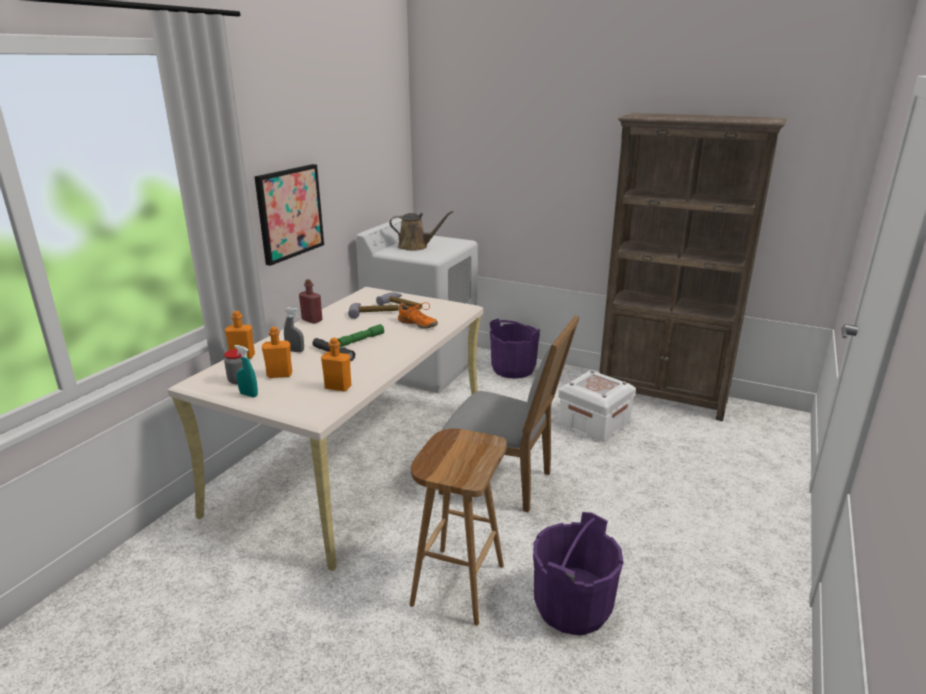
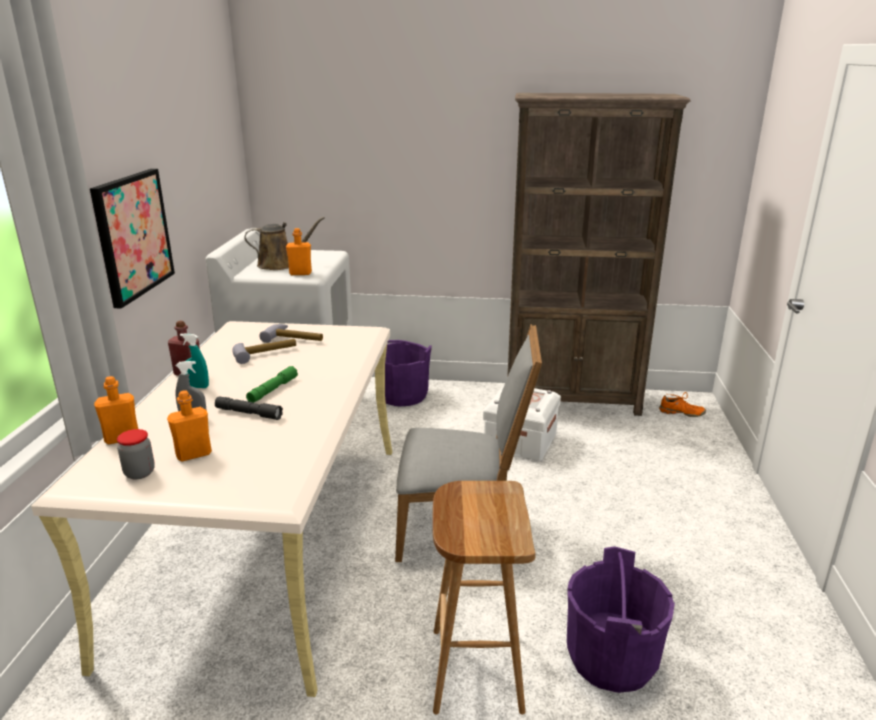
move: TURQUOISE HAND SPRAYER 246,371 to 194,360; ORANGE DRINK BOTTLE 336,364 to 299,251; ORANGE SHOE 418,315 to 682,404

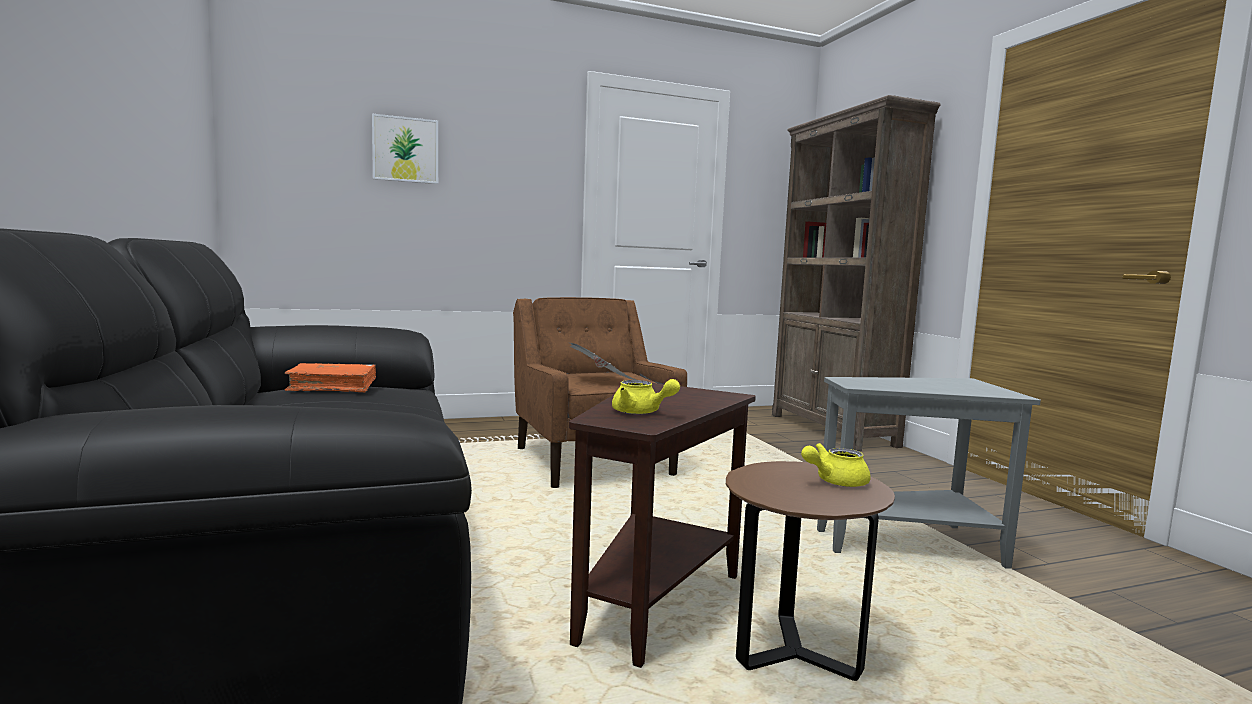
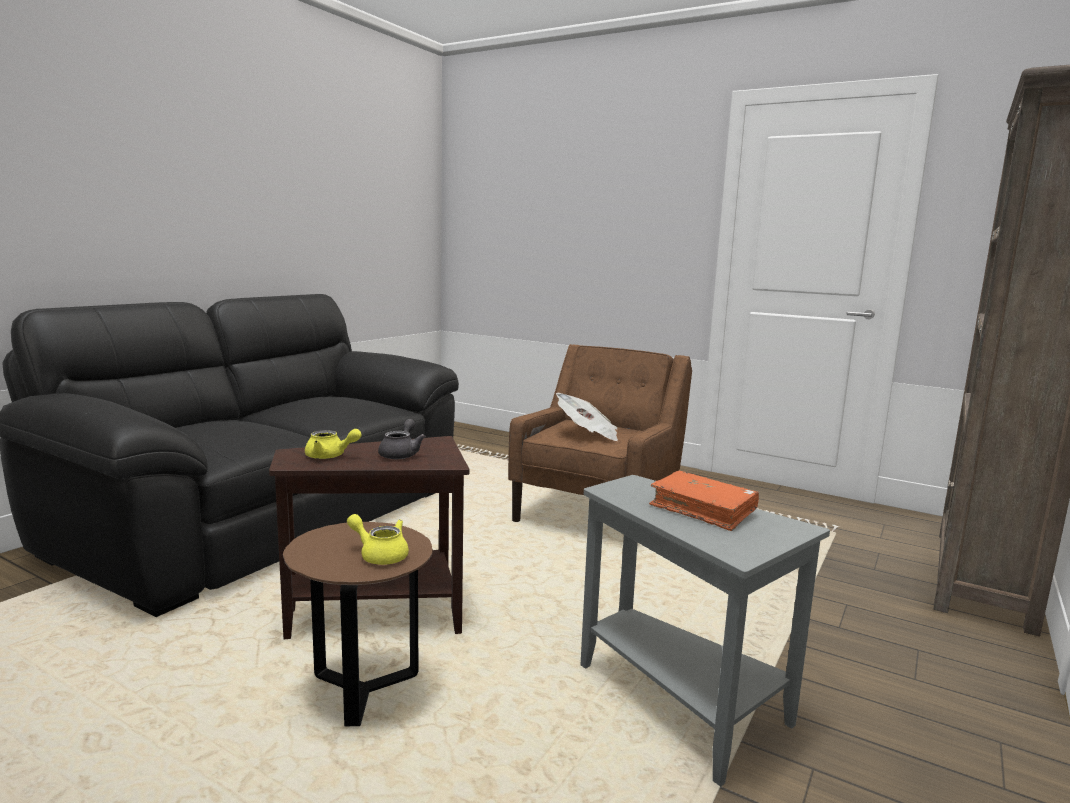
delete: WALL ART 405,149
insert: GREYISH TEA POT 402,439
move: ORANGE BOUND BOOK 330,377 to 704,501
rotate: YELLOWISH TEA POT 646,396 = 333,444 75 degrees counterclockwise

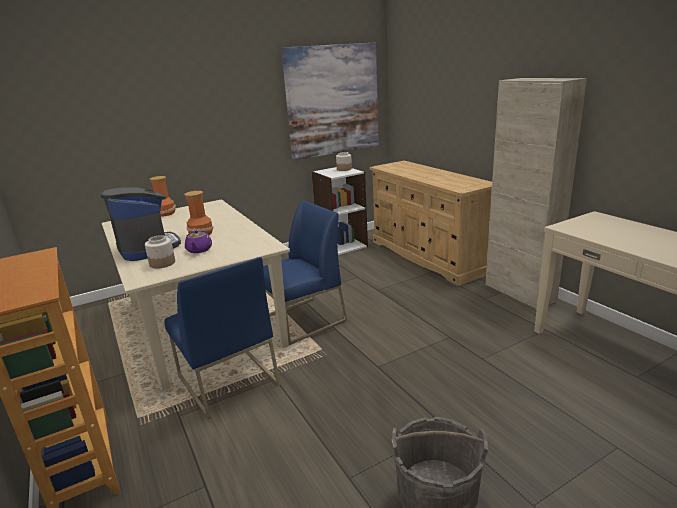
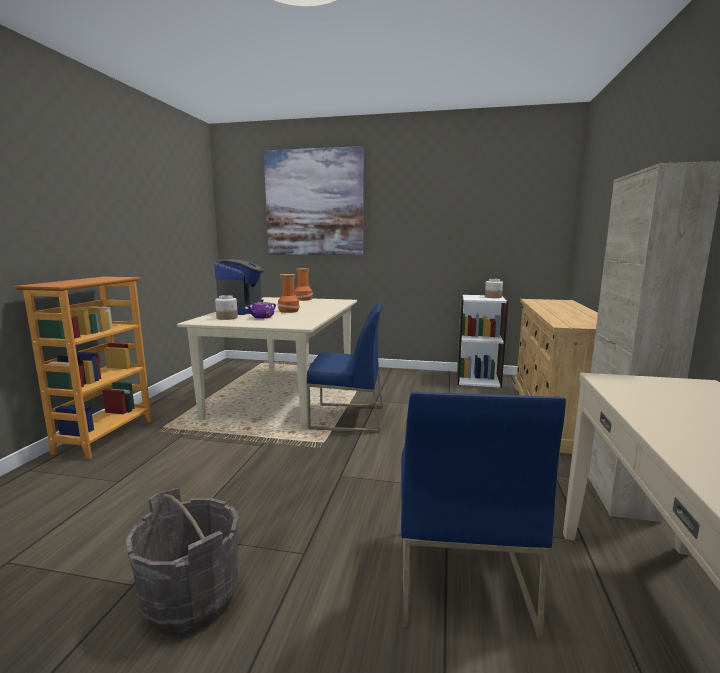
move: BLUE CHAIR 222,338 to 483,515; WALL ART 330,101 to 313,200

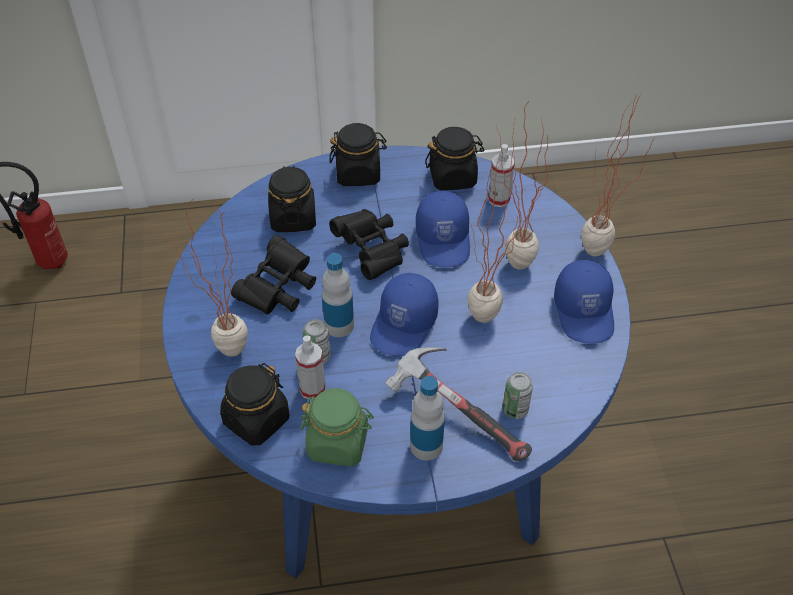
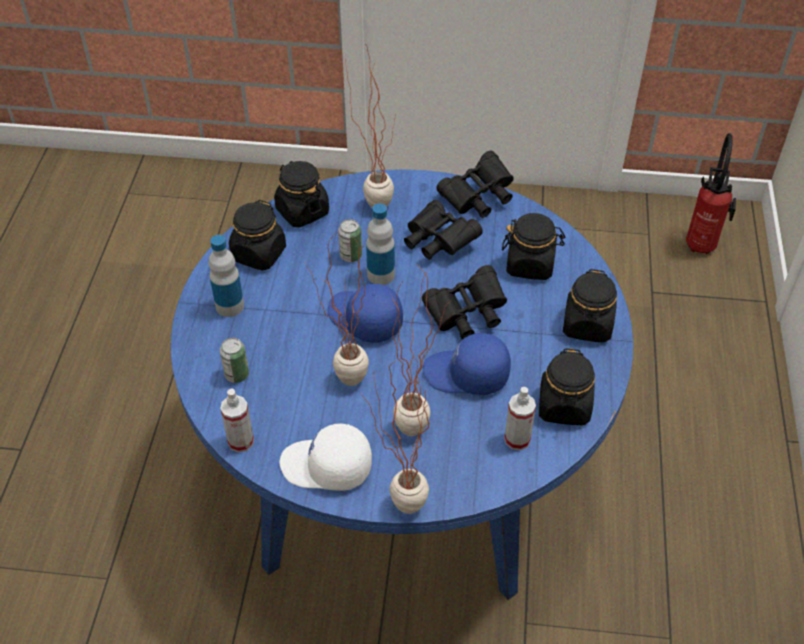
delete: HAND HAMMER 458,404
insert: BLACK PAIR OF BINOCULARS 475,184
move: HAND SPRAYER 310,367 to 237,421
recolor: GREENISH PRESERVE JAR 337,427 to BLACK PRESERVE JAR 257,235; BLUE BASEBALL CAP 584,302 to WHITE-COLOURED BASEBALL CAP 326,457

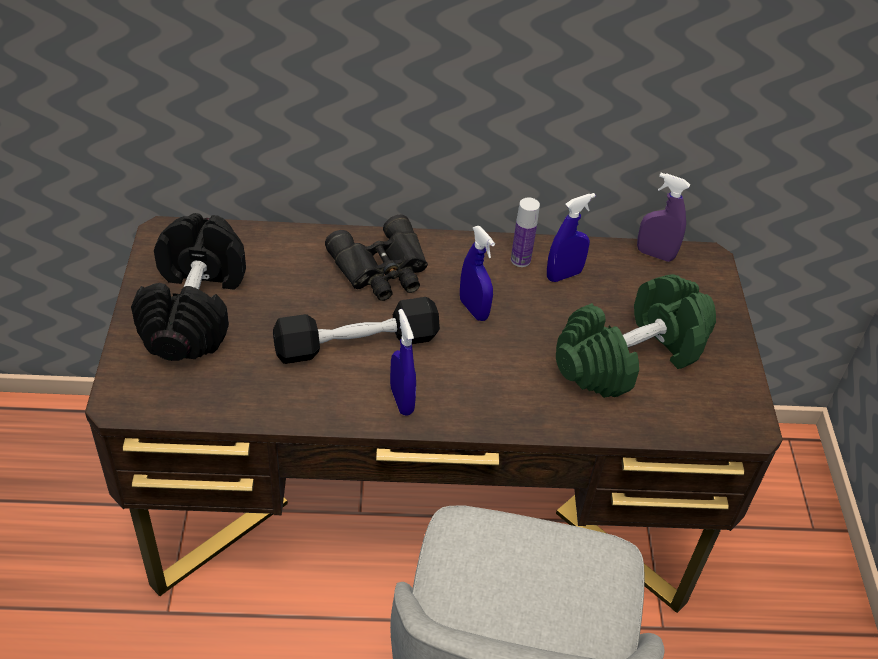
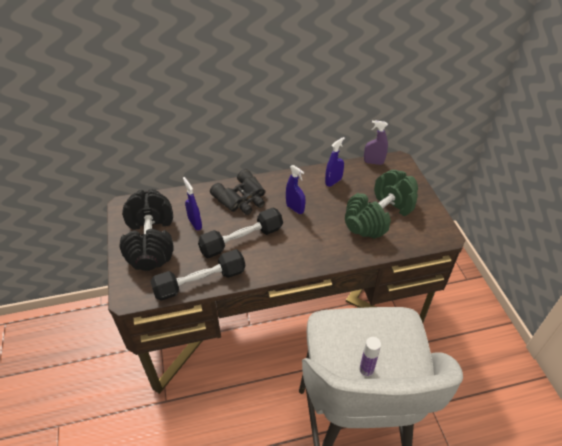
insert: BLACK HAND WEIGHT 198,274
move: BLUE HAND SPRAYER 403,362 to 192,204; DRINK BOTTLE 525,232 to 370,356

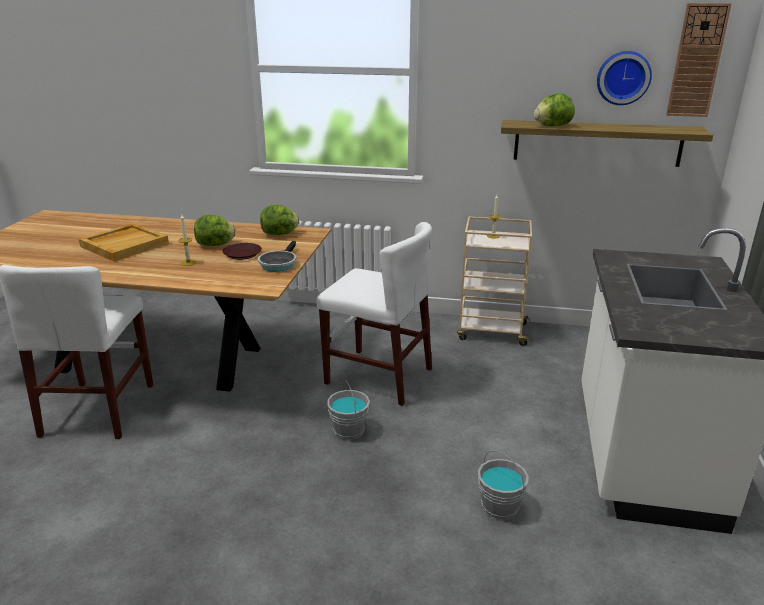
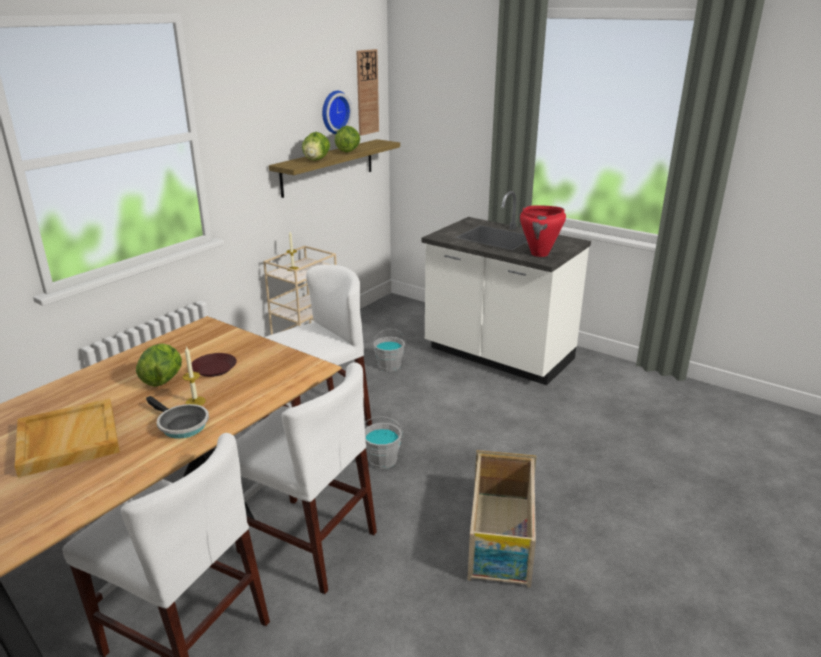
insert: WHITE-COLOURED CHAIR 306,478; PACKING CRATE 501,519; RED-COLOURED STOCKPOT 543,231
move: FRYING PAN 277,256 to 177,417; LETTUCE HEAD 280,220 to 347,139; GREYISH BUCKET 503,485 to 389,350

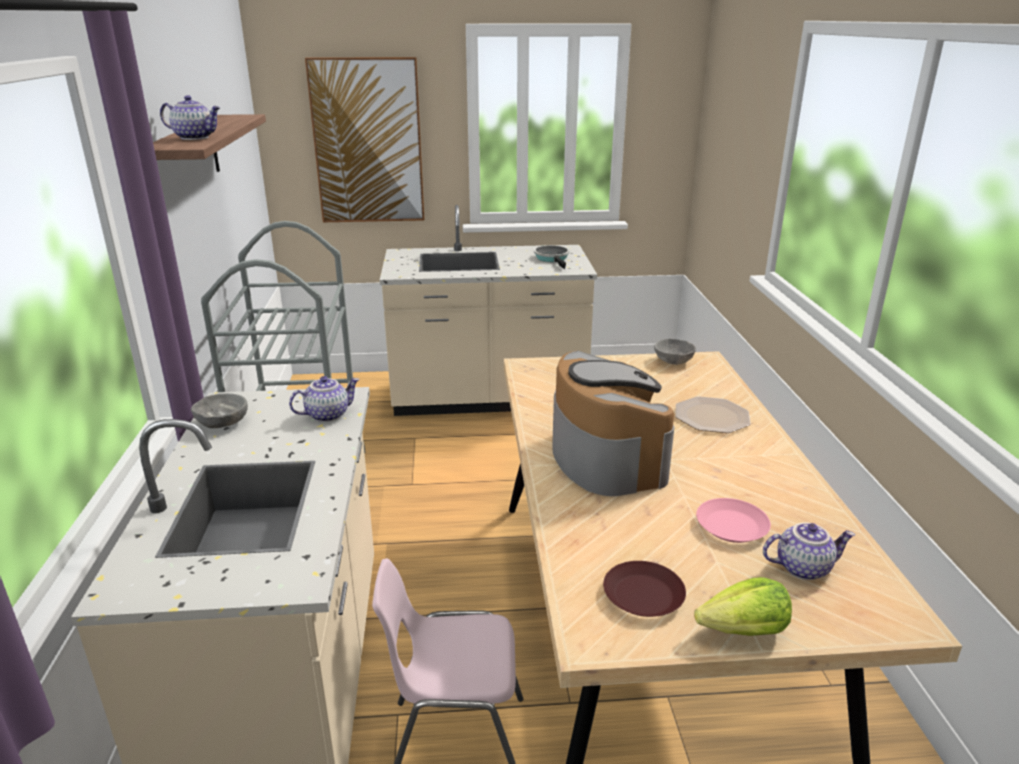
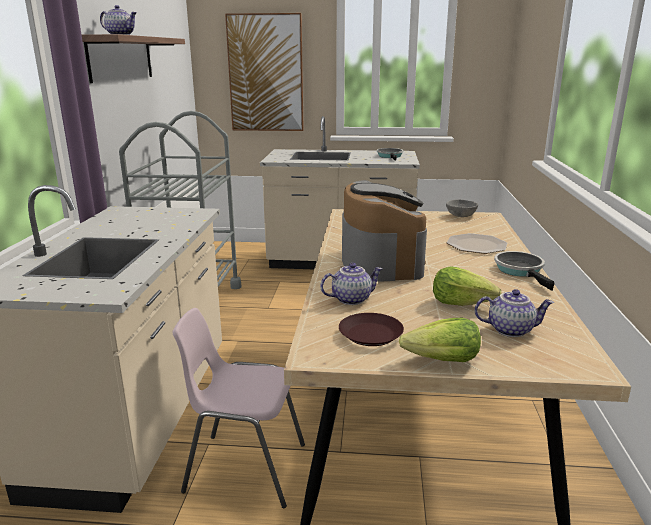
delete: GREYISH BOWL 219,410
insert: FRYING PAN 524,271
move: TEA POT 324,399 to 351,284
replace: PINK DINNER PLATE 733,520 to LETTUCE HEAD 467,286

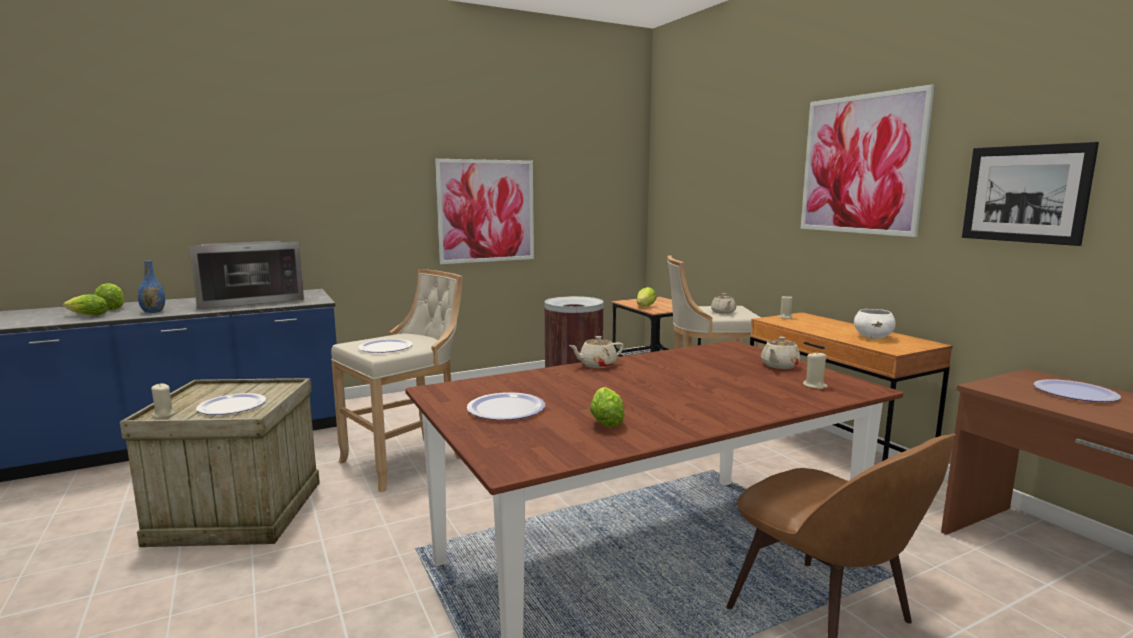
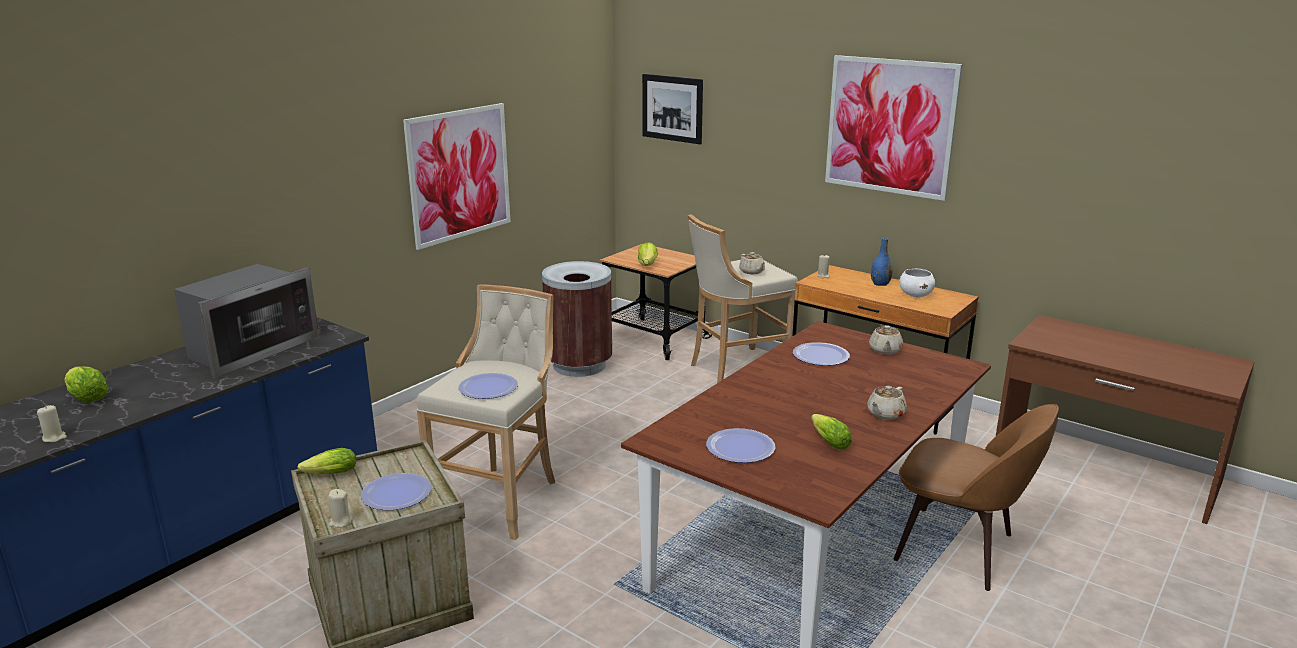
move: LETTUCE HEAD 85,304 to 326,461; BLUE DECORATIVE VASE 151,286 to 882,262; SAND-COLOURED TEA POT 596,352 to 887,403; SAND-COLOURED CANDLE 815,370 to 52,423; WALL ART 1030,194 to 672,109; DINNER PLATE 1077,390 to 821,354

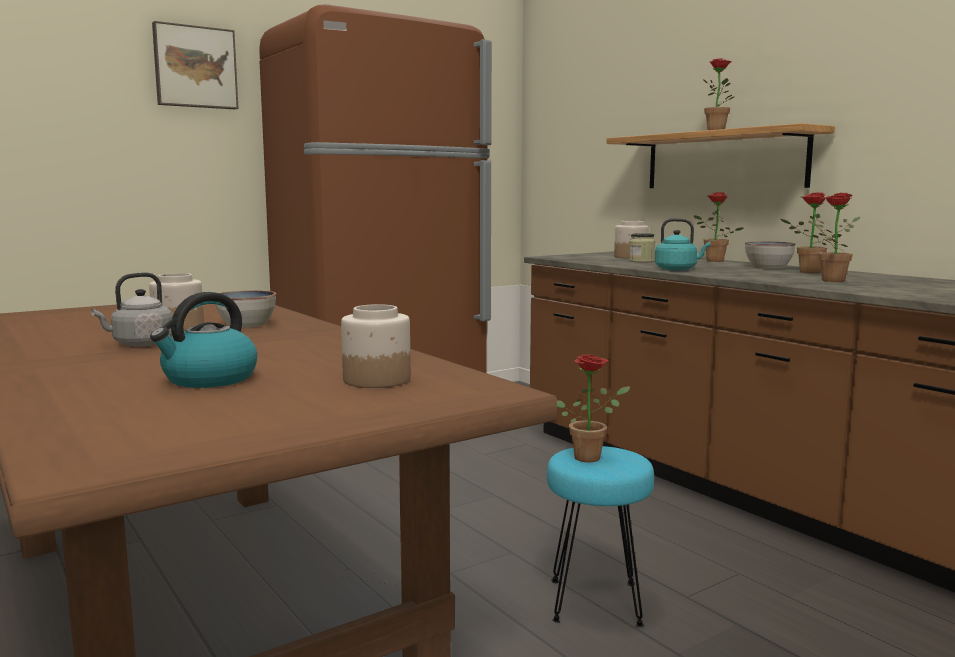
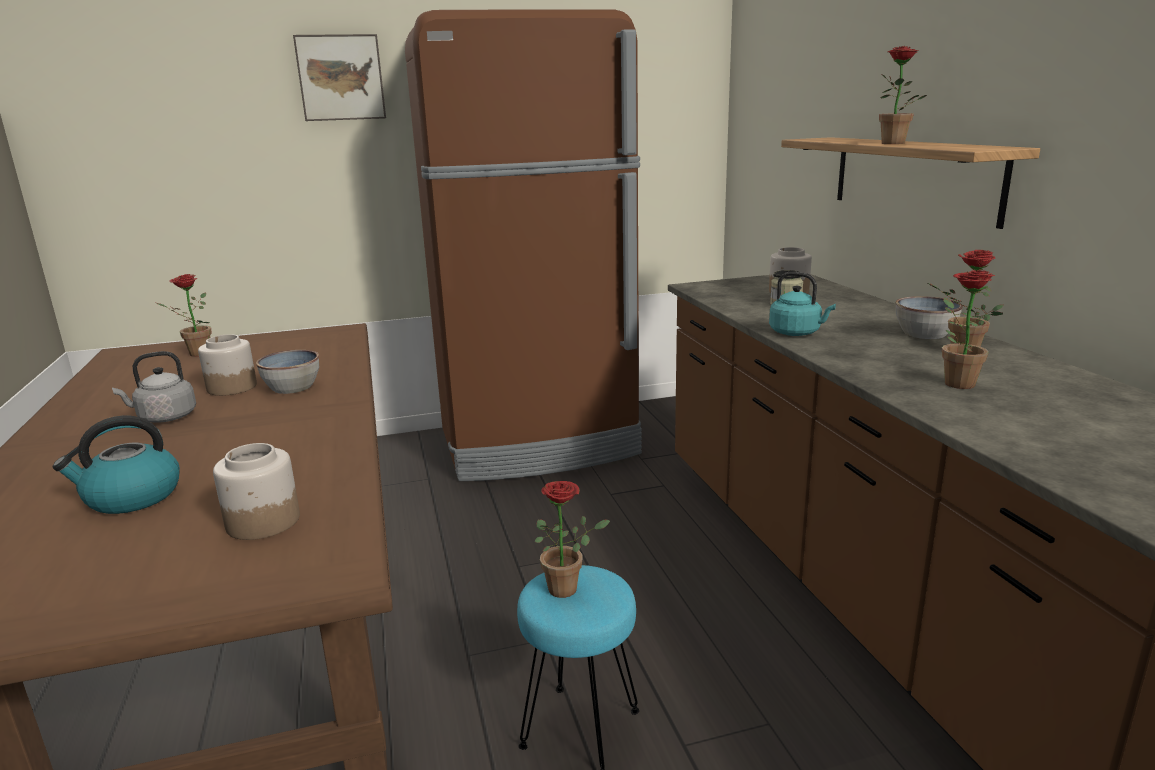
move: PLANT IN A POT 718,227 to 184,315

